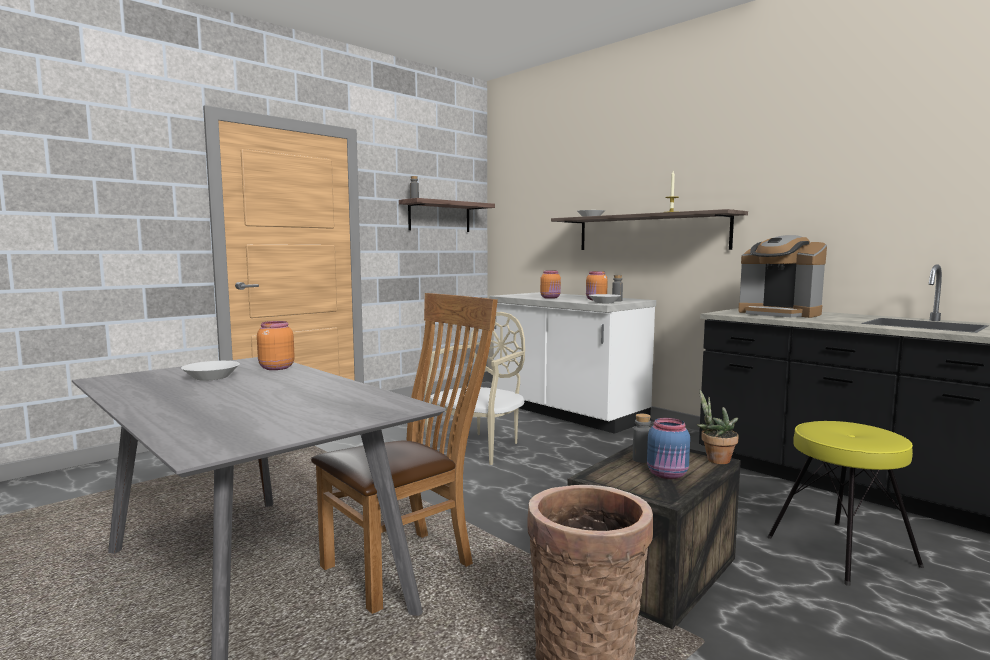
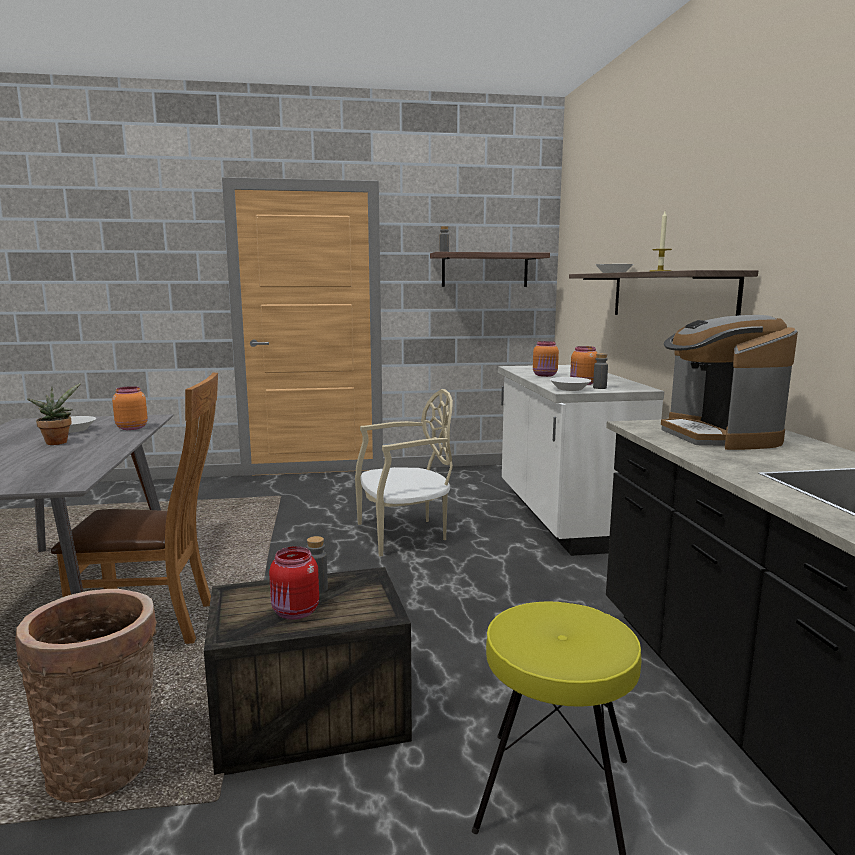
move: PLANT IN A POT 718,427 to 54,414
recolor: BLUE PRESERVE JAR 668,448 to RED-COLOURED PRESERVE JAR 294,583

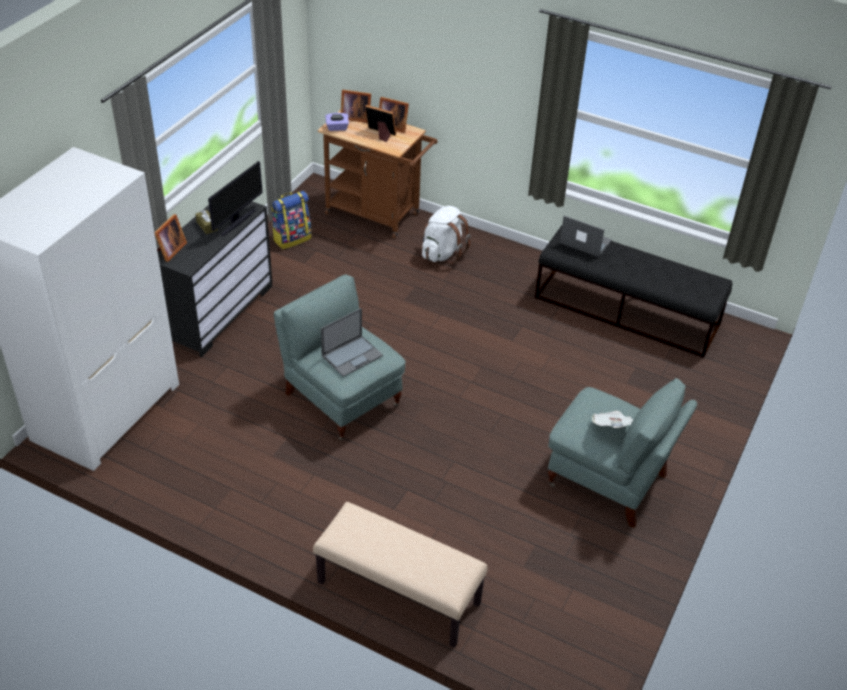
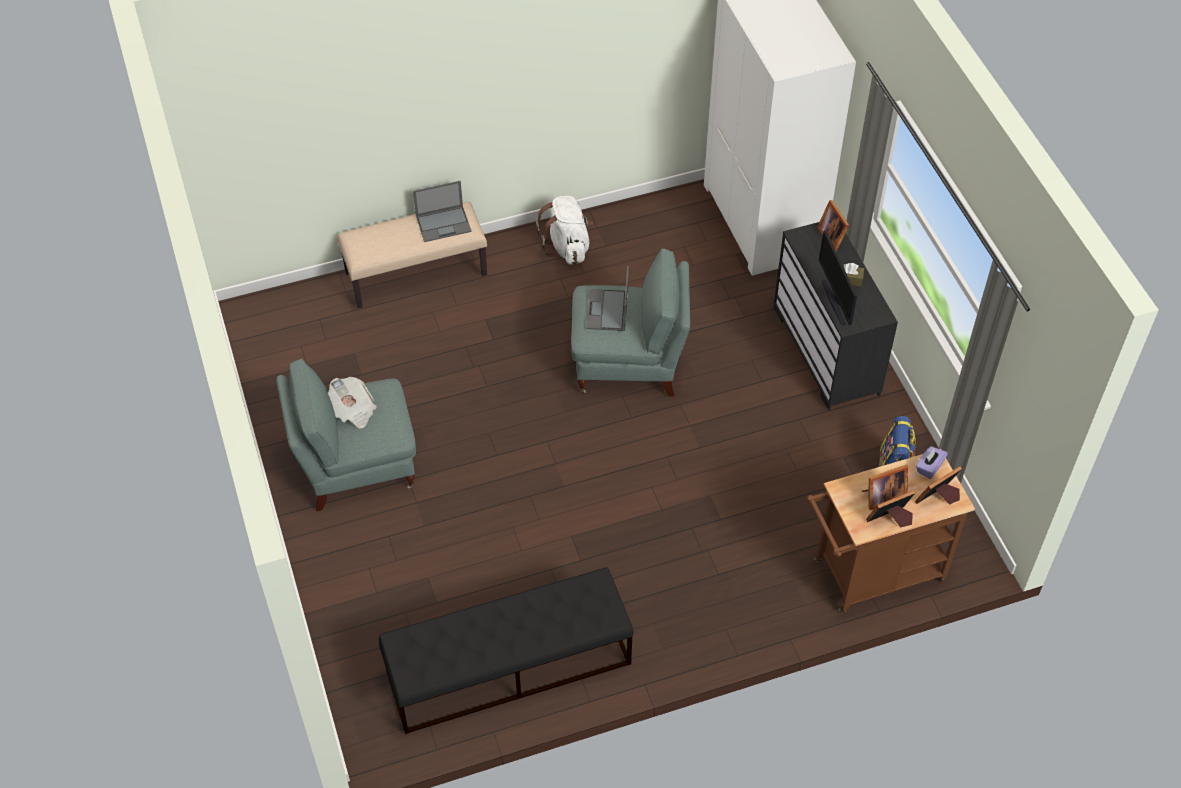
move: WHITE-COLOURED BACKPACK 446,235 to 564,230; LAPTOP 586,236 to 442,211

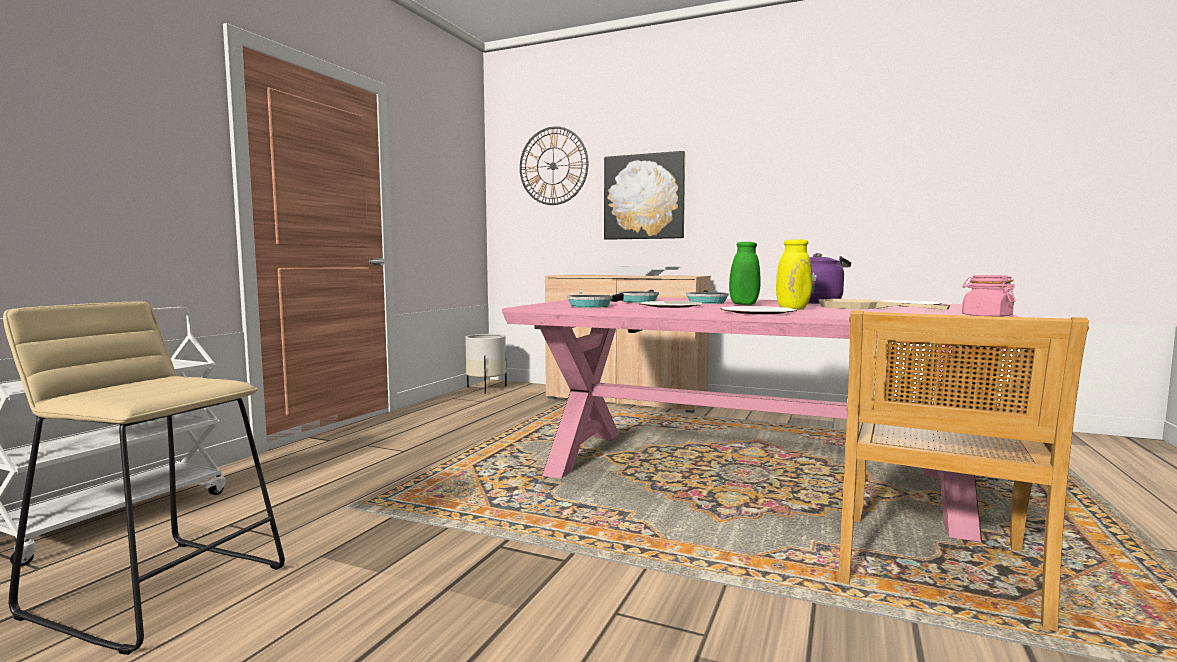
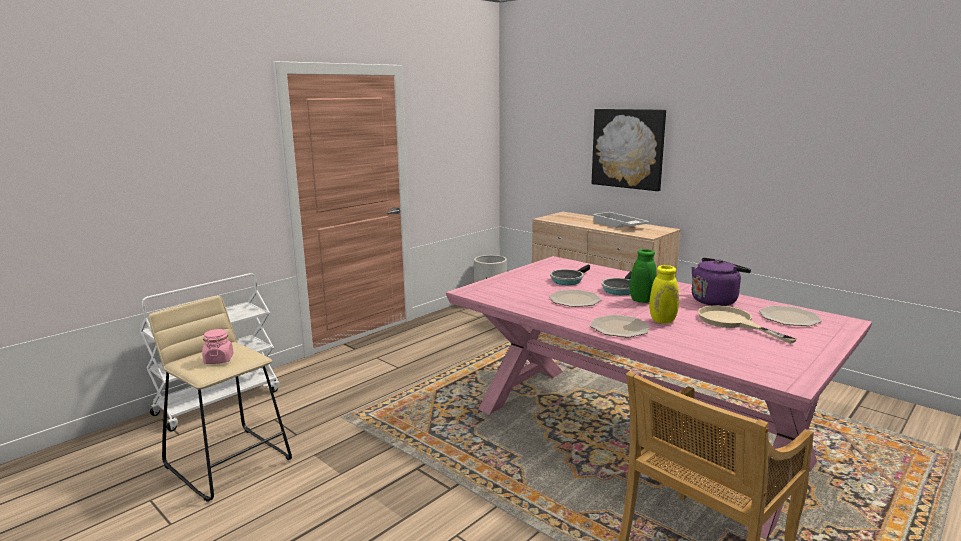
delete: WALL CLOCK 554,165; FRYING PAN 595,300
move: PINK PRESERVE JAR 989,296 to 218,346

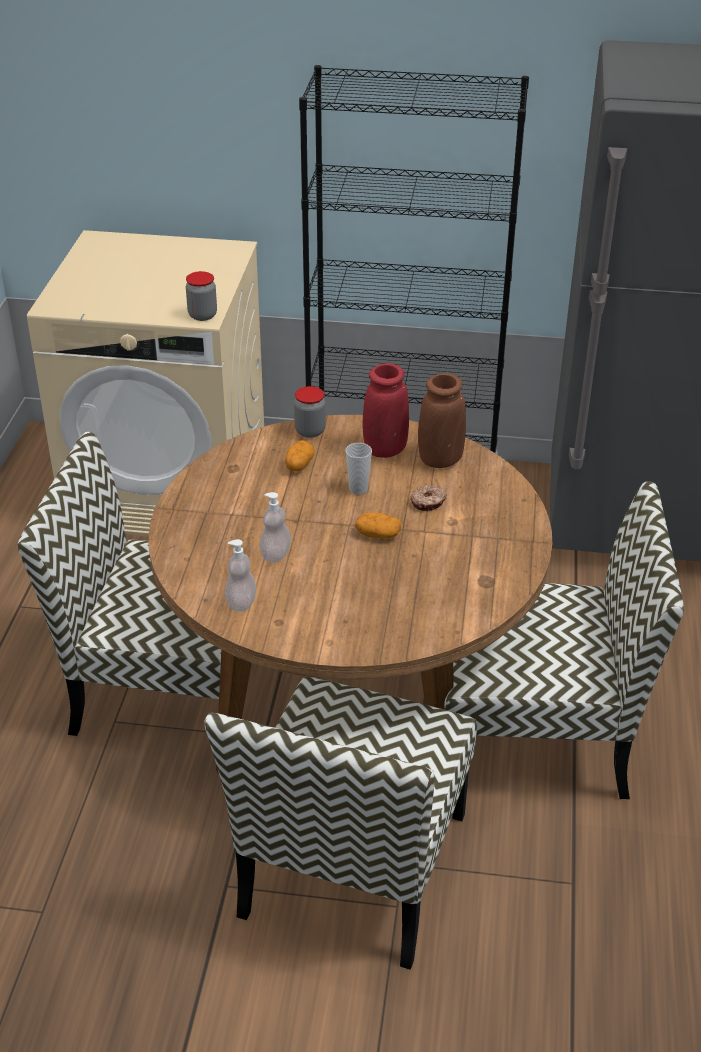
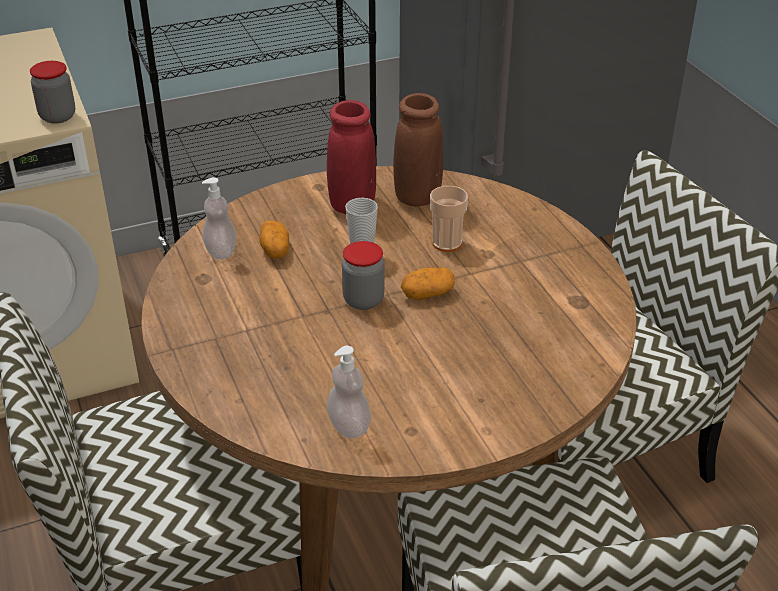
move: SOAP DISPENSER 275,527 to 219,218; PRESERVE JAR 310,412 to 363,275
replace: DOUGHNUT 428,498 to CUP 449,219

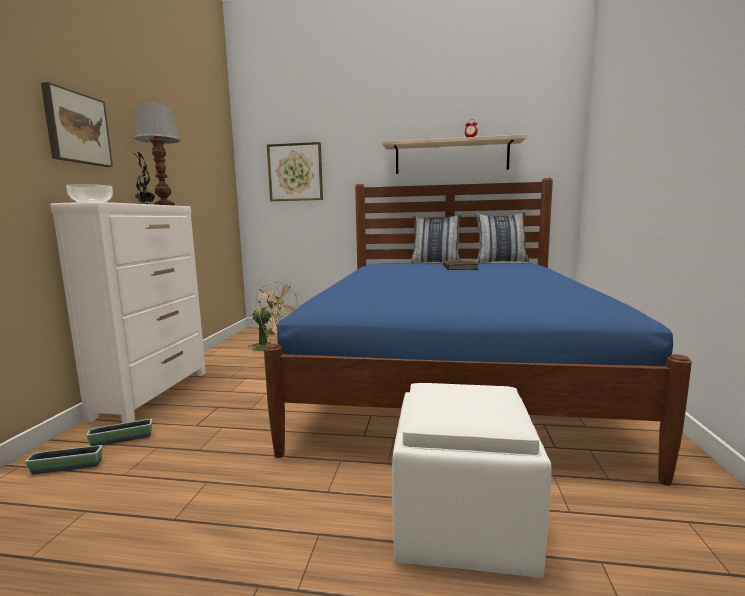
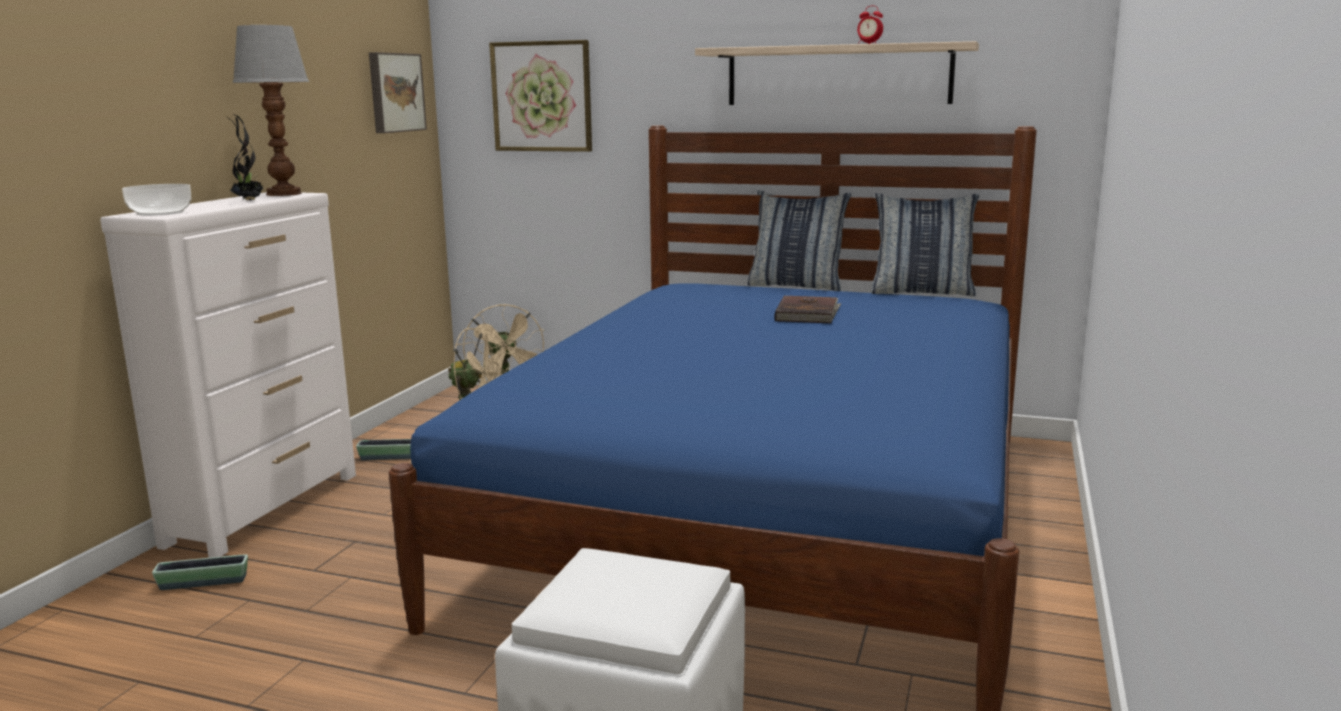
move: PLANTER 64,459 to 383,449; WALL ART 77,124 to 398,92

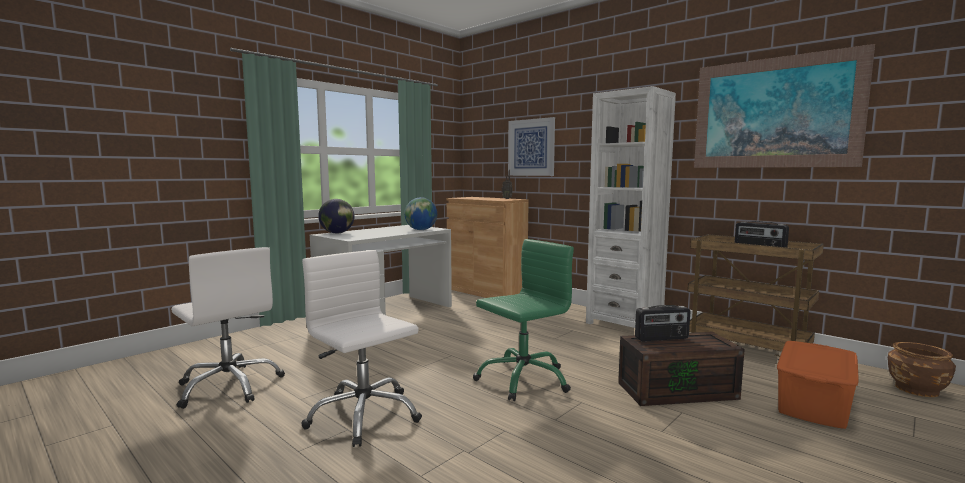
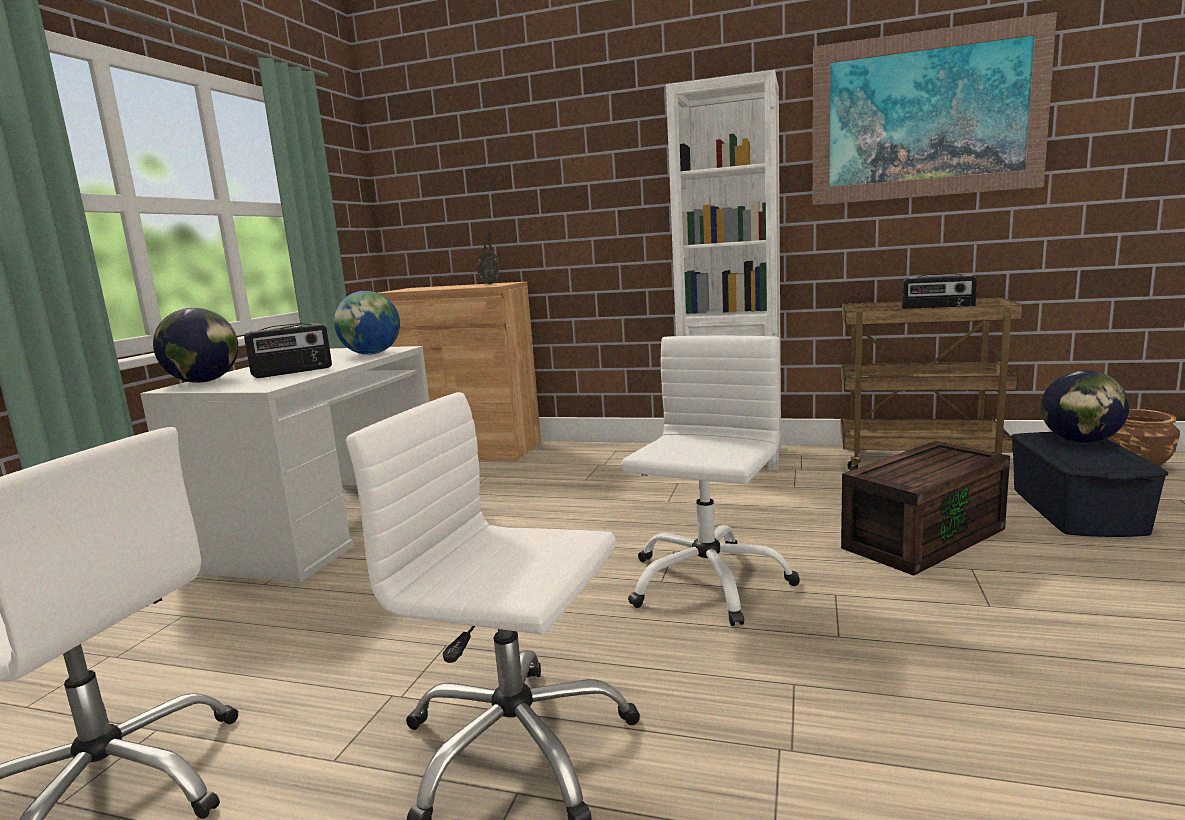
delete: WALL ART 531,146
insert: DESK GLOBE 1085,406
move: RADIO 662,323 to 288,350
recolor: GREENISH COMPUTER CHAIR 523,320 to WHITE-COLOURED COMPUTER CHAIR 710,481; ORANGE STORAGE BOX 817,385 to BLUE STORAGE BOX 1089,484

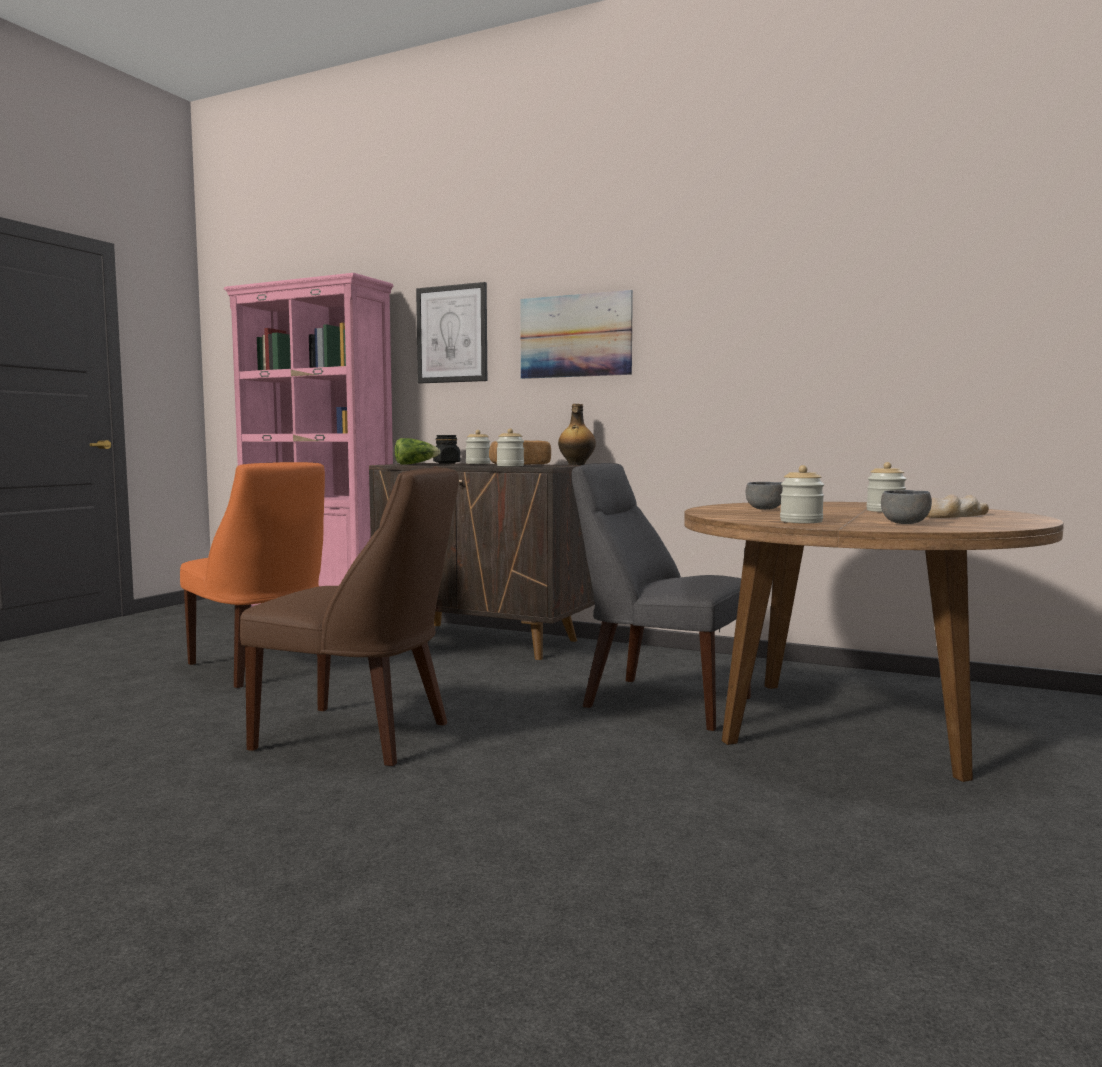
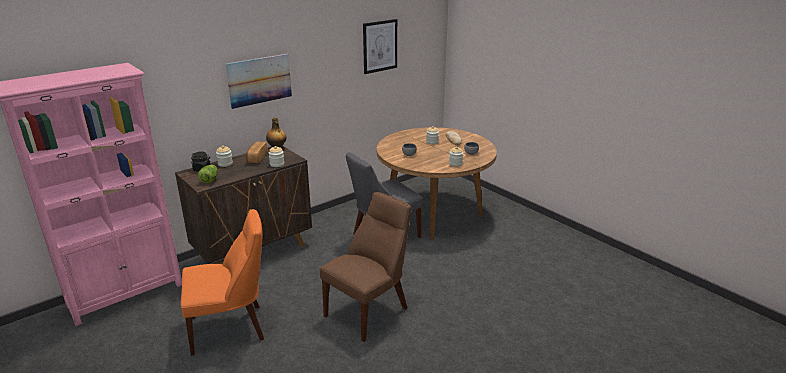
move: WALL ART 451,332 to 380,46

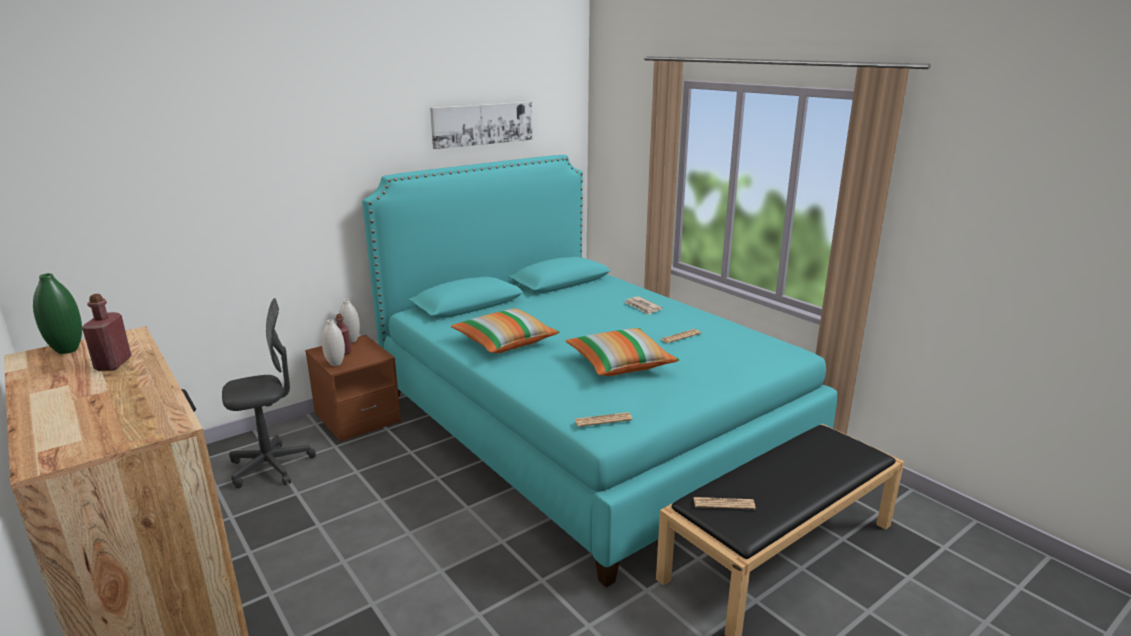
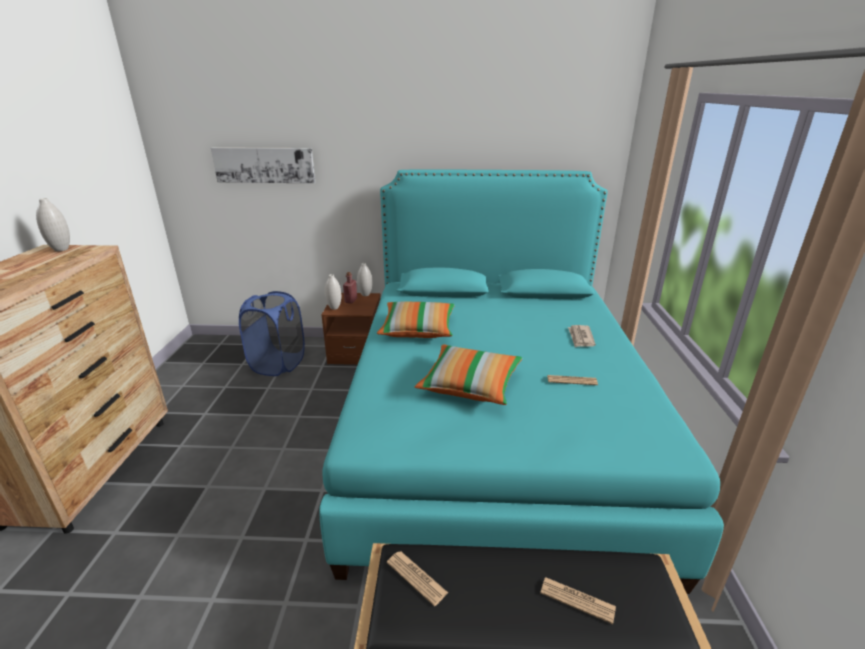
delete: RED-COLOURED DRINK BOTTLE 107,332
move: WALL ART 481,125 to 263,165; NEWSPAPER 604,419 to 578,600
replace: GREYISH COMPUTER CHAIR 269,393 to BLUE WASHING BASKET 272,333
recolor: GREENISH DECORATIVE VASE 57,313 to WHITE-COLOURED DECORATIVE VASE 53,224

